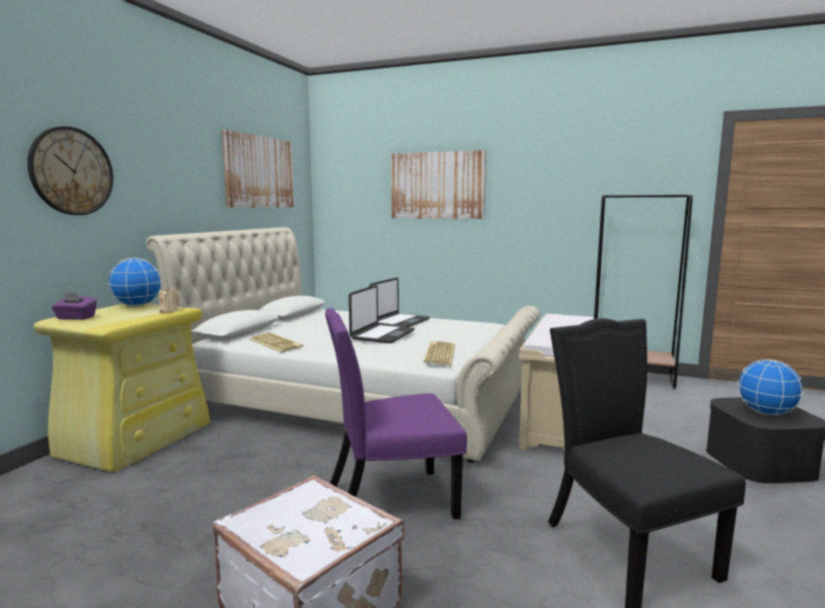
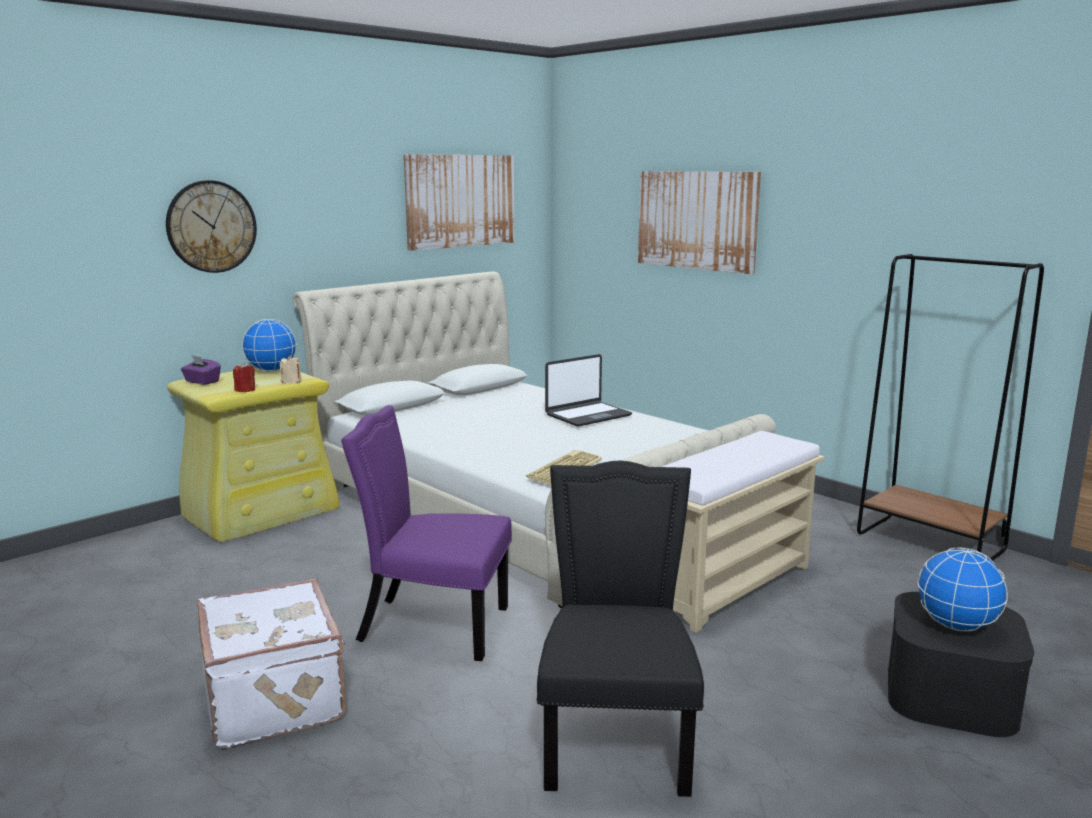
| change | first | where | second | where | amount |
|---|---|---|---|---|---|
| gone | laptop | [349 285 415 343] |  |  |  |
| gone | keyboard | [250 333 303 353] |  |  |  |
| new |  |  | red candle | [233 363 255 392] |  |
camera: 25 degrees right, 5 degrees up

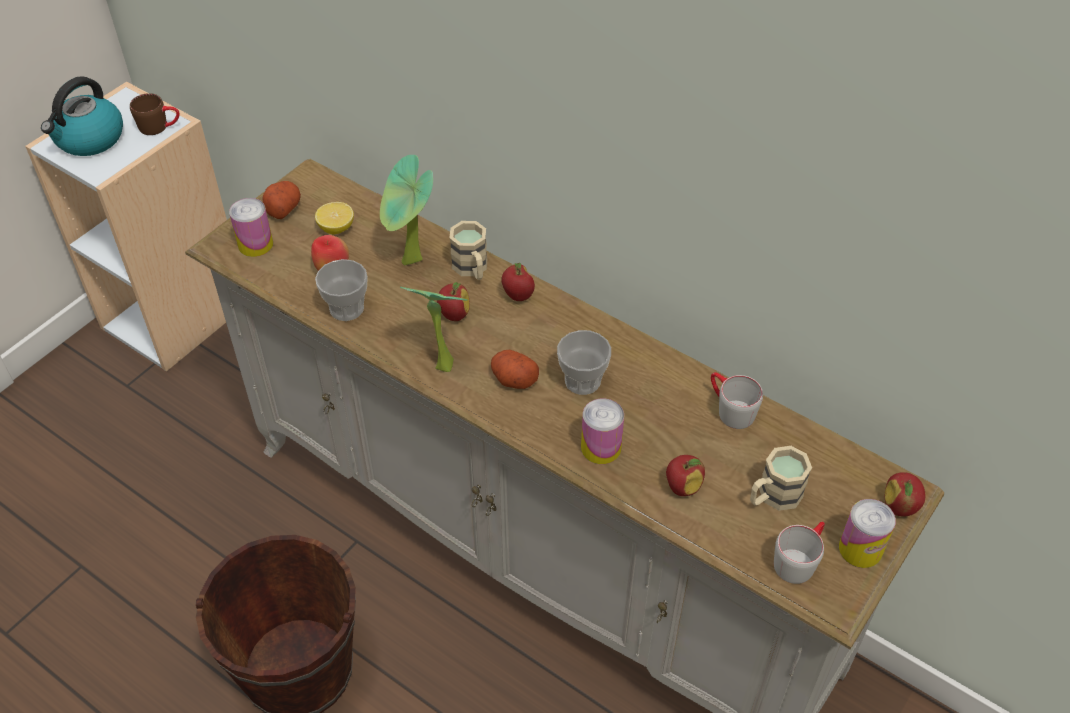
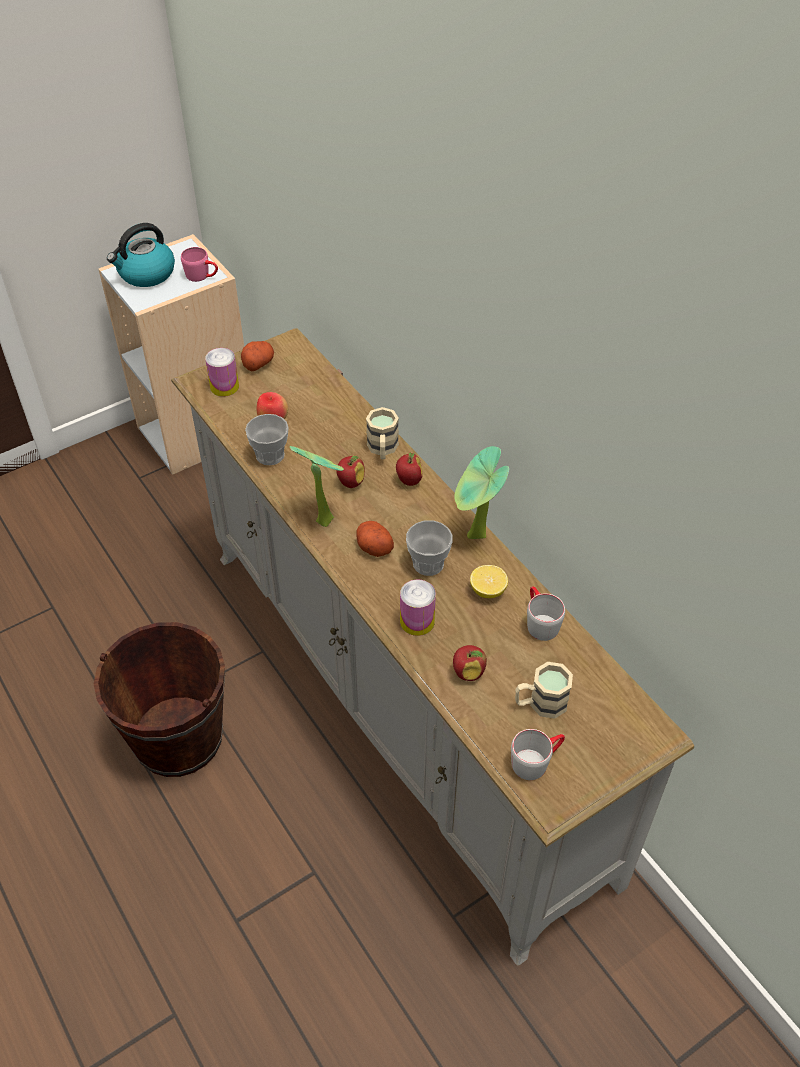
| change | first | where | second | where | amount |
|---|---|---|---|---|---|
| repainted | brown mug | [130 93 180 135] | pink mug | [181 247 218 282] |  |
| shifted | potted plant | [380 155 433 266] |  | [454 446 509 539] |  |
| shifted | lemon | [315 202 354 234] |  | [470 565 508 598] |  |
| gone | apple | [885 472 925 516] |  |  |  |
| gone | can | [839 499 896 568] |  |  |  |
camera: 20 degrees right, 0 degrees up

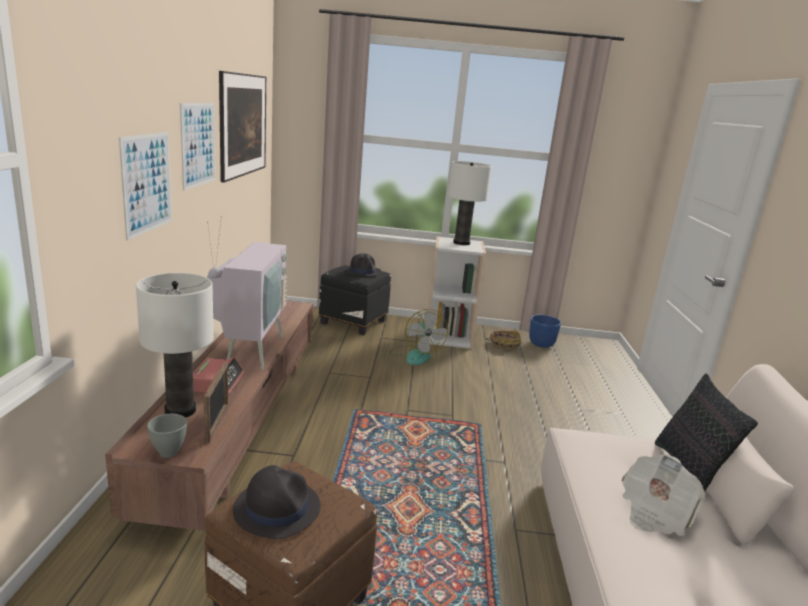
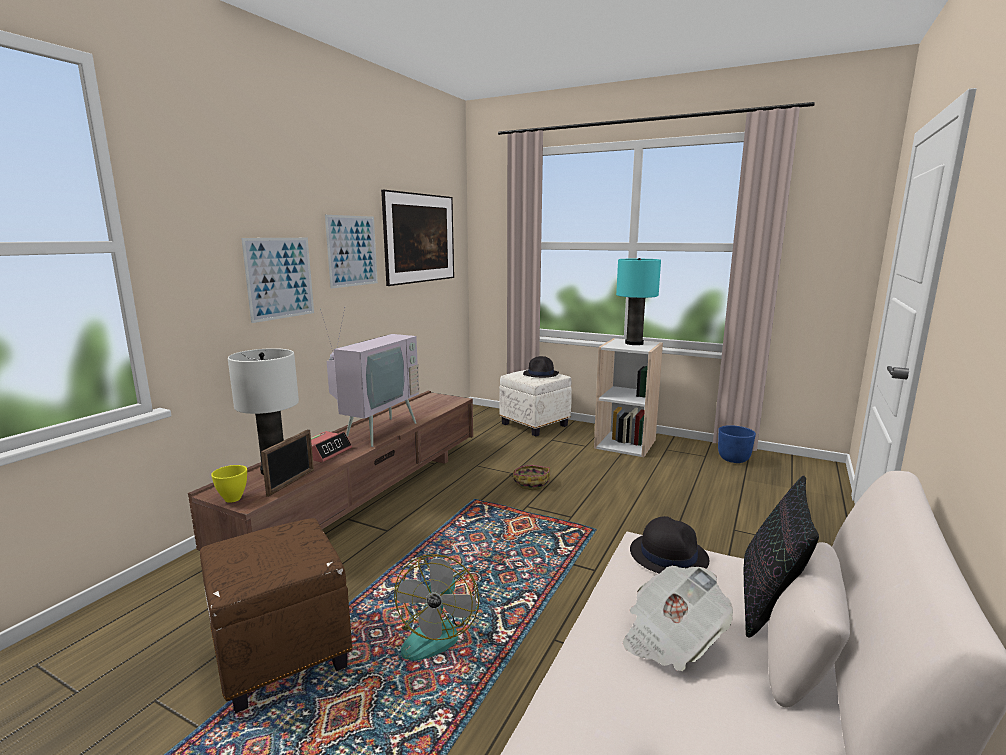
| change | first | where | second | where | amount |
|---|---|---|---|---|---|
| repainted | white table lamp | [448 161 492 245] | turquoise table lamp | [616 258 661 345] |  |
| repainted | black ottoman | [319 265 391 335] | white ottoman | [499 370 572 436] |  |
| shifted | fan | [389 309 448 365] |  | [394 554 479 661] |  |
| shifted | basket | [486 330 521 350] |  | [509 465 550 490] |  |
| repainted | grey bowl | [147 414 187 458] | yellow bowl | [211 465 247 503] |  |
| shifted | black hat | [233 465 321 539] |  | [630 516 709 573] |  |
camera: 25 degrees right, 5 degrees down

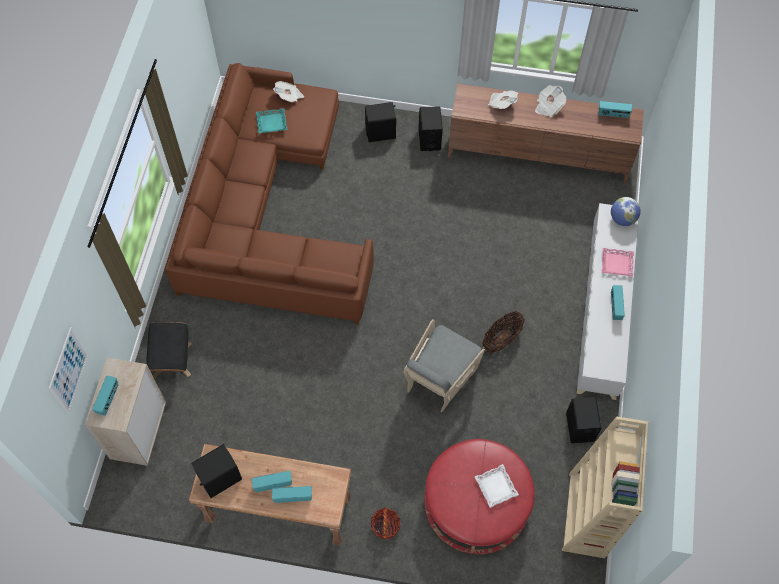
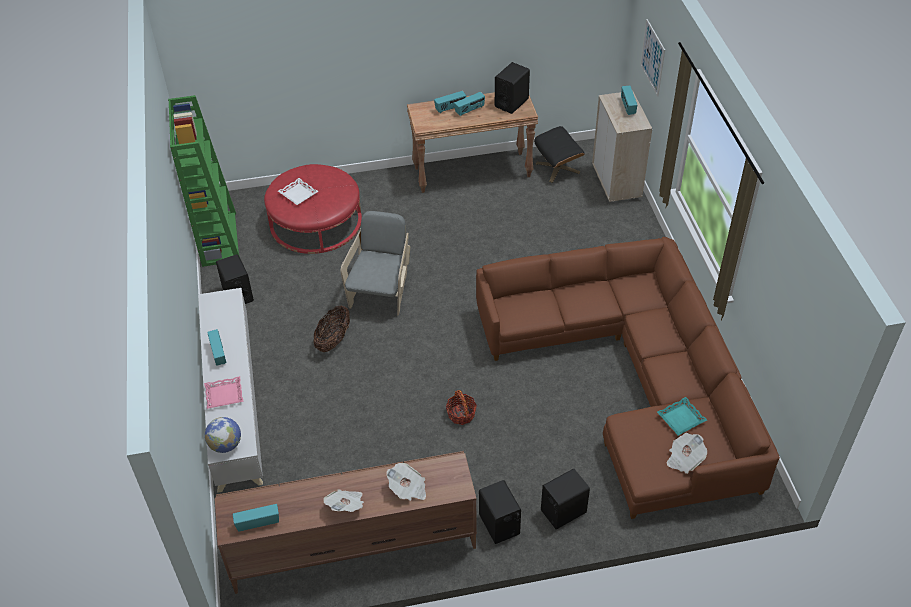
| change | first | where | second | where | amount |
|---|---|---|---|---|---|
| shifted | black ottoman | [146 322 192 378] |  | [534 126 585 183] |  |
| repainted | beige bookcase | [562 416 648 558] | green bookcase | [168 95 240 267] |  |
| shifted | basket | [371 507 401 539] |  | [446 390 477 425] |  |
camera: 160 degrees right, 15 degrees down

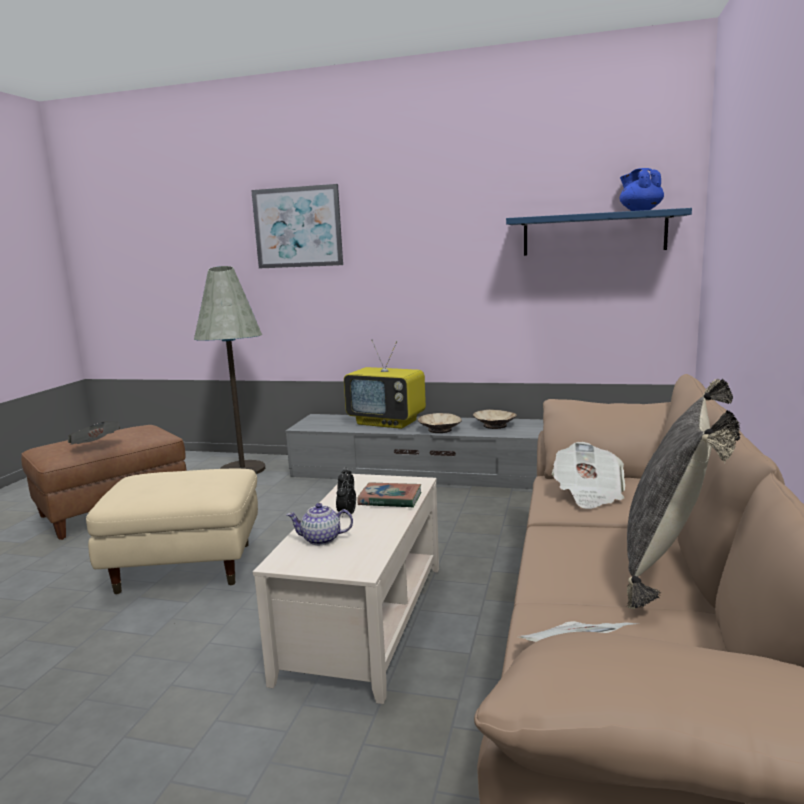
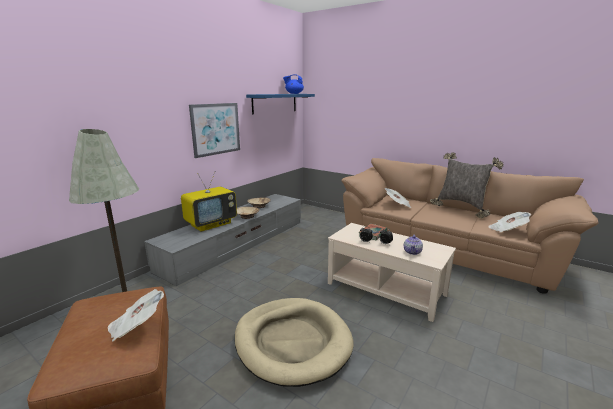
| change | first | where | second | where | amount |
|---|---|---|---|---|---|
| shifted | picture | [251 184 343 269] |  | [189 103 240 158] |  |
| swapped | beige ottoman | [86 469 258 594] | beige dog bed | [235 298 354 387] |  |
camera: 70 degrees left, 5 degrees up

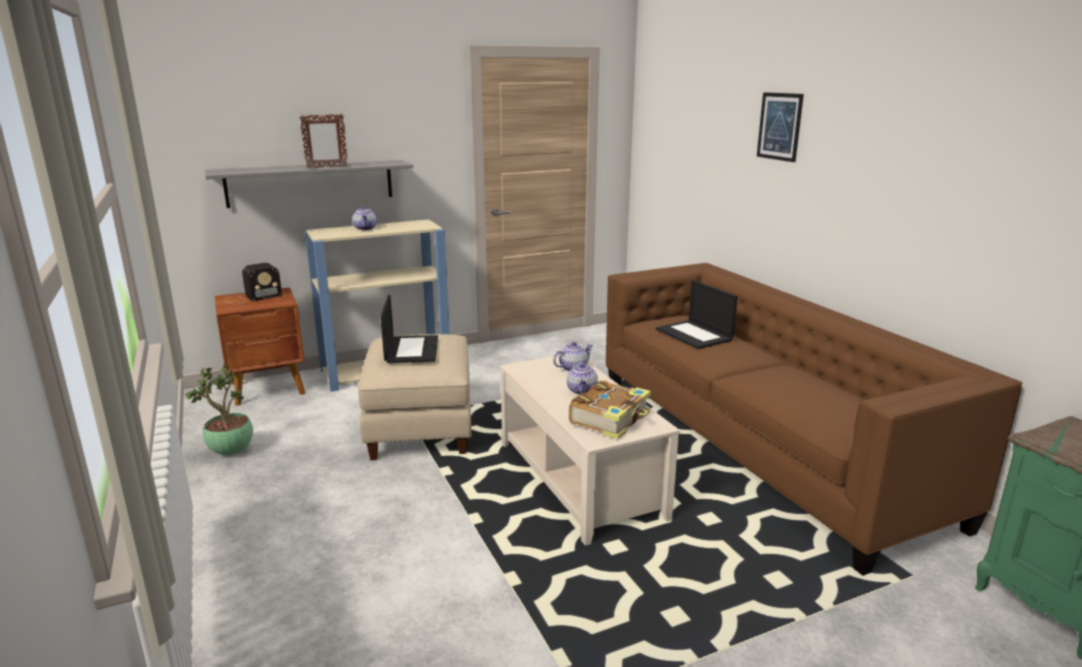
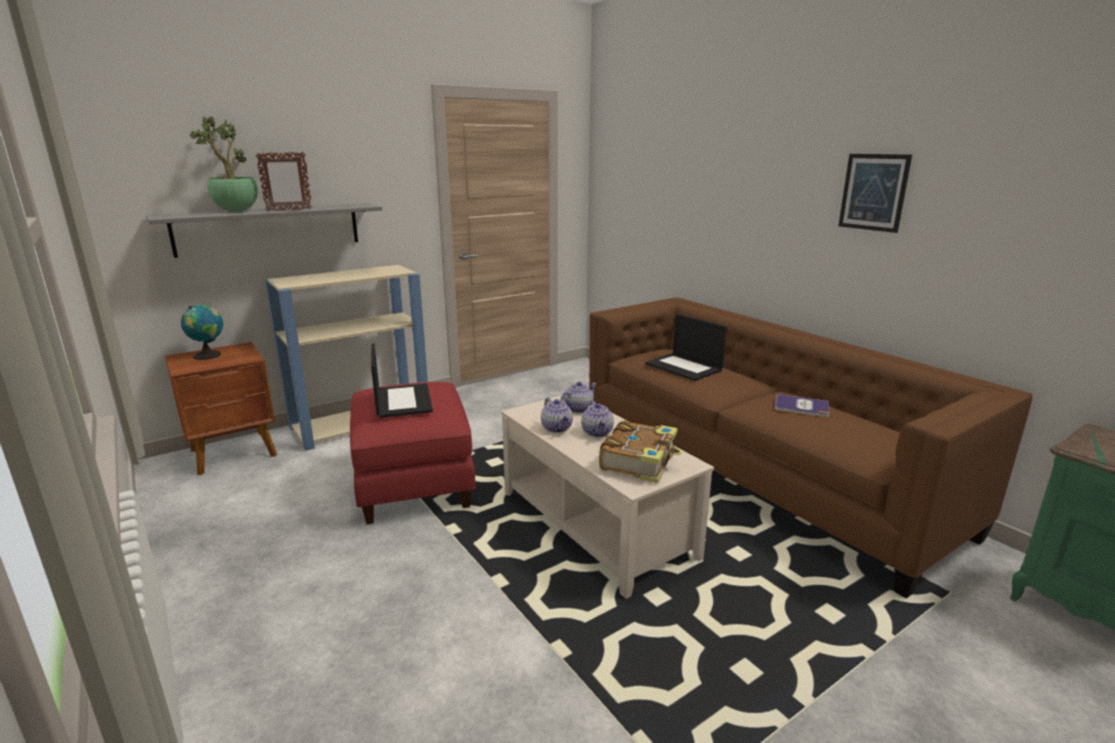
| change | first | where | second | where | amount |
|---|---|---|---|---|---|
| shifted | picture | [757 92 804 162] |  | [838 154 912 233] |  |
| shifted | teapot | [352 206 377 230] |  | [541 398 573 433] |  |
| swapped | radio | [225 263 282 304] | globe | [181 305 223 360] |  |
| repainted | beige ottoman | [358 334 472 460] | red ottoman | [350 382 476 524] |  |
| shifted | potted plant | [185 364 253 455] |  | [190 116 258 212] |  |
| new |  |  | book | [775 394 829 417] |  |
camera: 10 degrees left, 0 degrees up

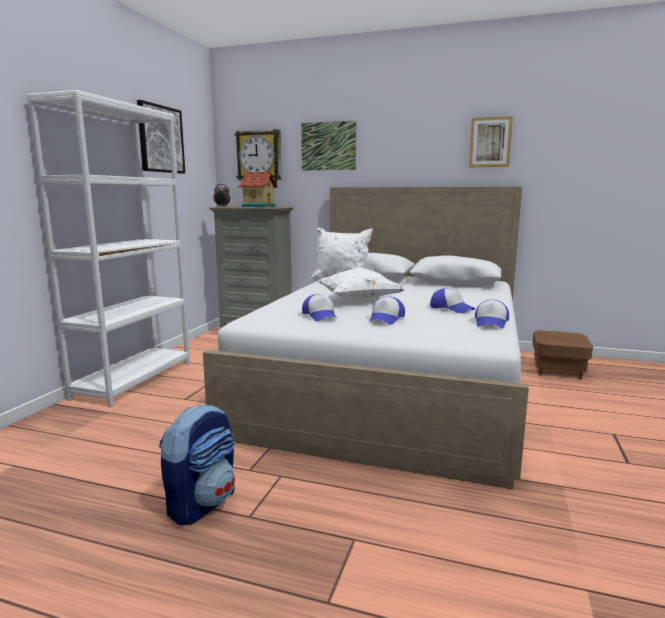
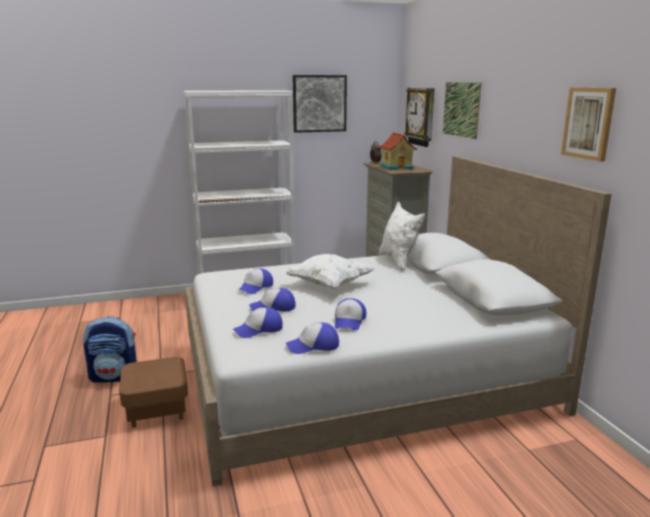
| change | first | where | second | where | amount |
|---|---|---|---|---|---|
| shifted | brown ottoman | [532 330 593 379] |  | [119 357 188 428] |  |
| new |  |  | cap | [233 307 283 338] |  |
camera: 55 degrees right, 5 degrees up

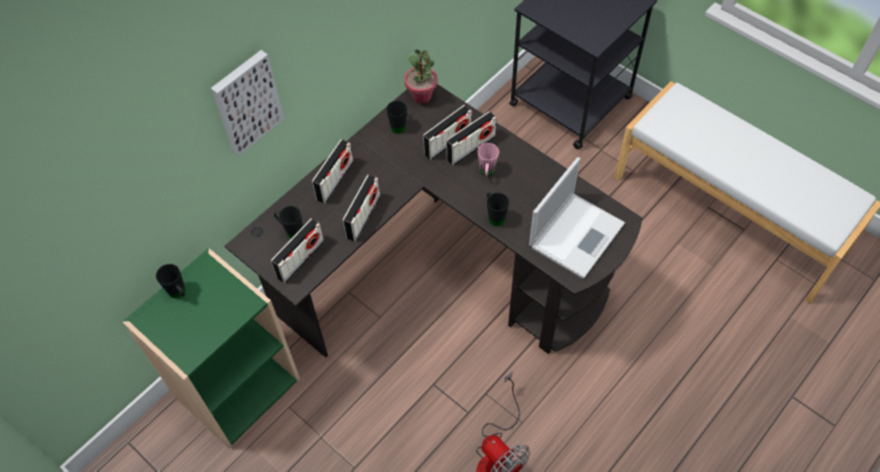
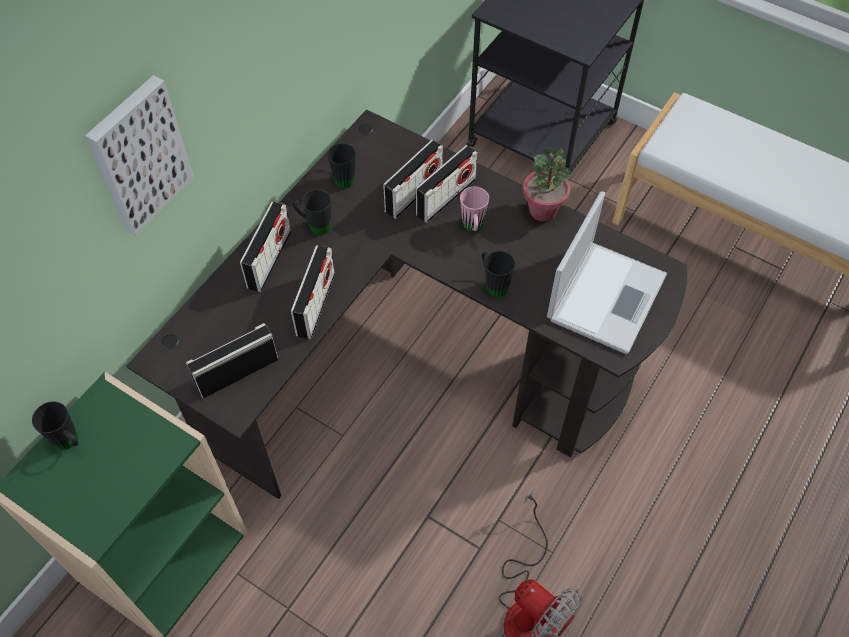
| change | first | where | second | where | amount |
|---|---|---|---|---|---|
| shifted | potted plant | [404 49 438 104] |  | [523 147 571 222] |  |
| shifted | black mug | [274 206 303 238] |  | [293 189 331 235] |  |
| rotated | radio | [271 218 324 283] |  | [186 323 278 398] | 150 degrees counterclockwise |
camera: 10 degrees left, 0 degrees up

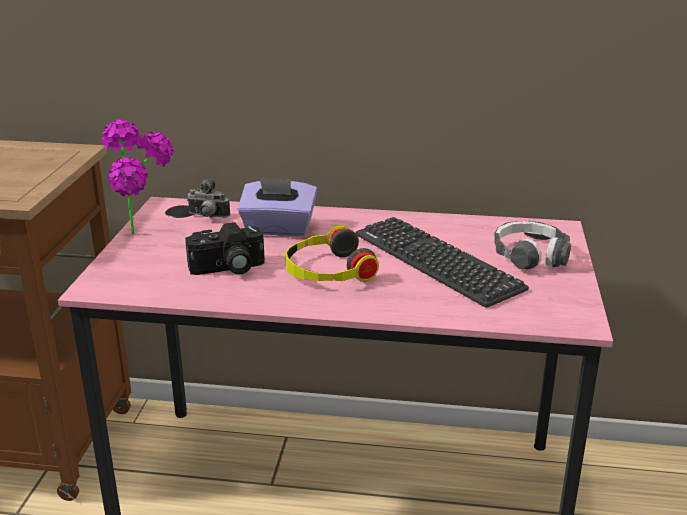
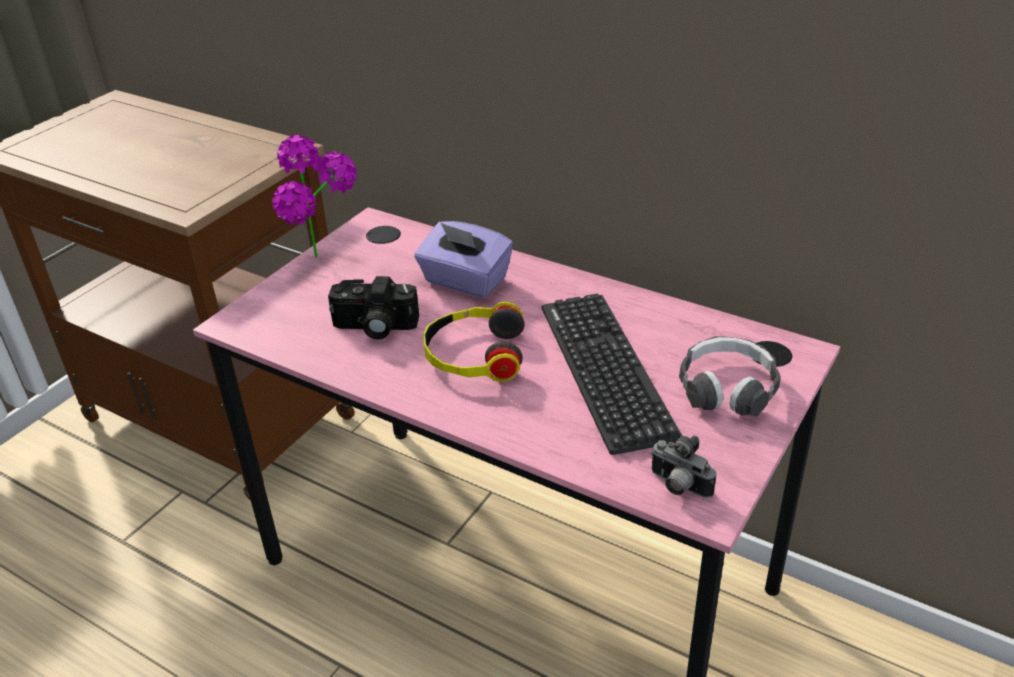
| change | first | where | second | where | amount |
|---|---|---|---|---|---|
| shifted | photo camera | [187 179 230 218] |  | [650 435 716 498] |  |
camera: 25 degrees right, 10 degrees up

